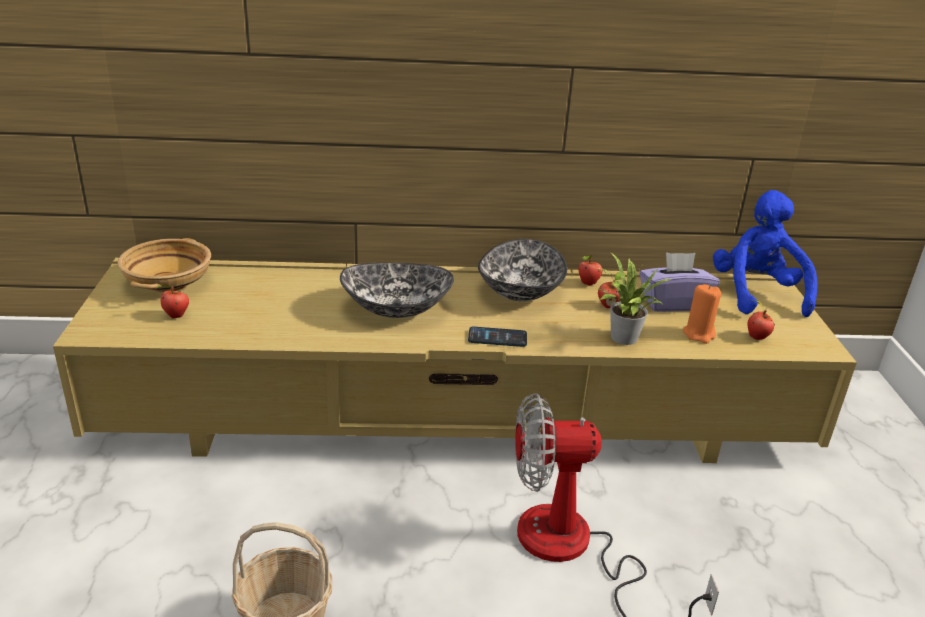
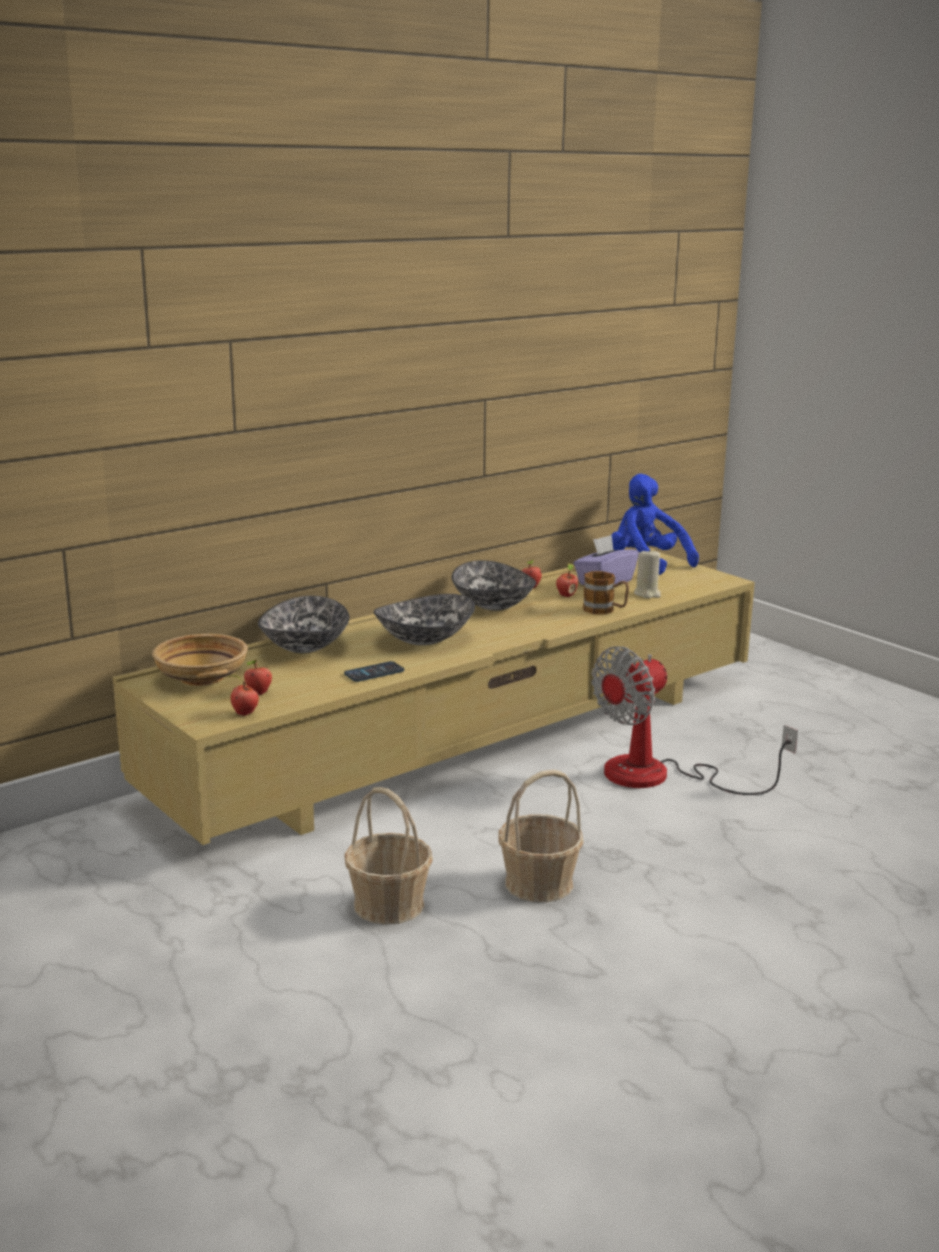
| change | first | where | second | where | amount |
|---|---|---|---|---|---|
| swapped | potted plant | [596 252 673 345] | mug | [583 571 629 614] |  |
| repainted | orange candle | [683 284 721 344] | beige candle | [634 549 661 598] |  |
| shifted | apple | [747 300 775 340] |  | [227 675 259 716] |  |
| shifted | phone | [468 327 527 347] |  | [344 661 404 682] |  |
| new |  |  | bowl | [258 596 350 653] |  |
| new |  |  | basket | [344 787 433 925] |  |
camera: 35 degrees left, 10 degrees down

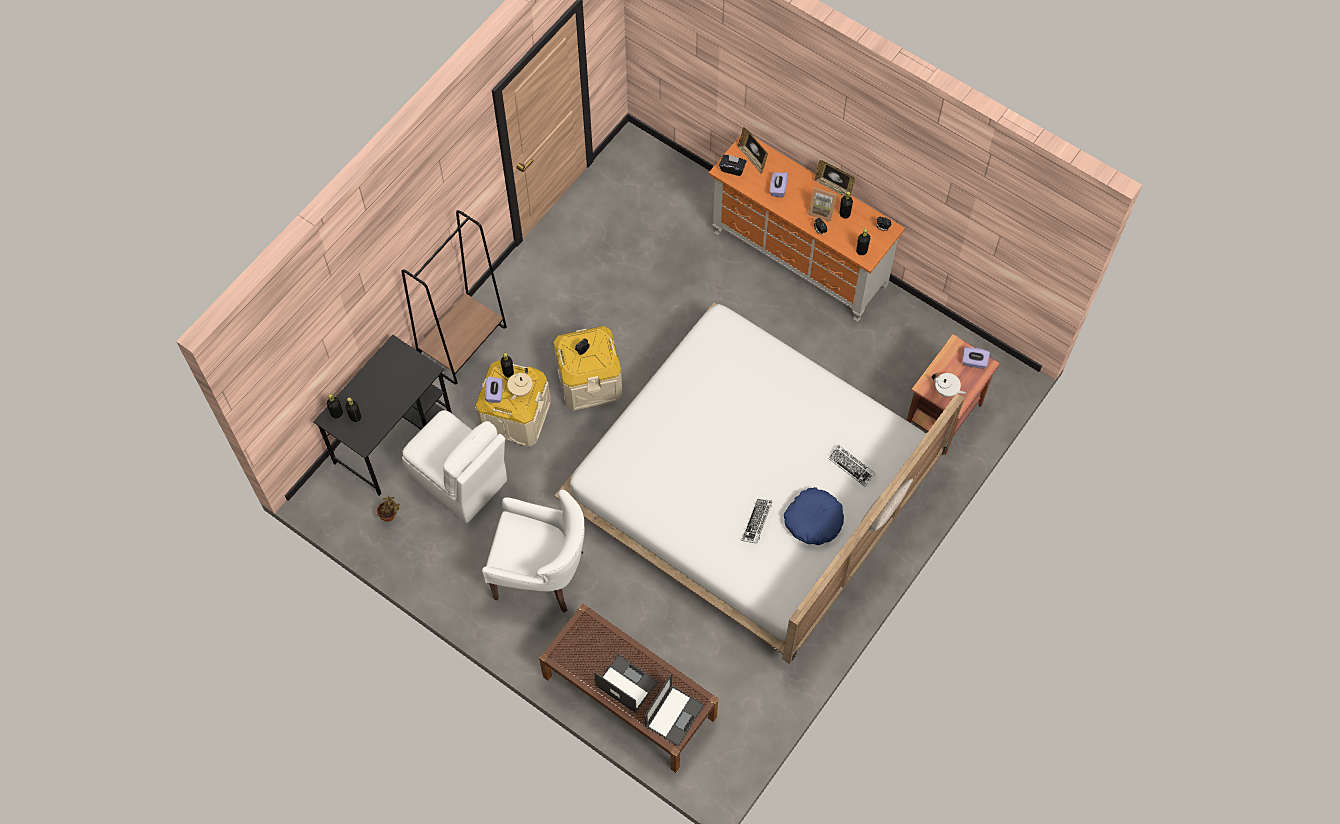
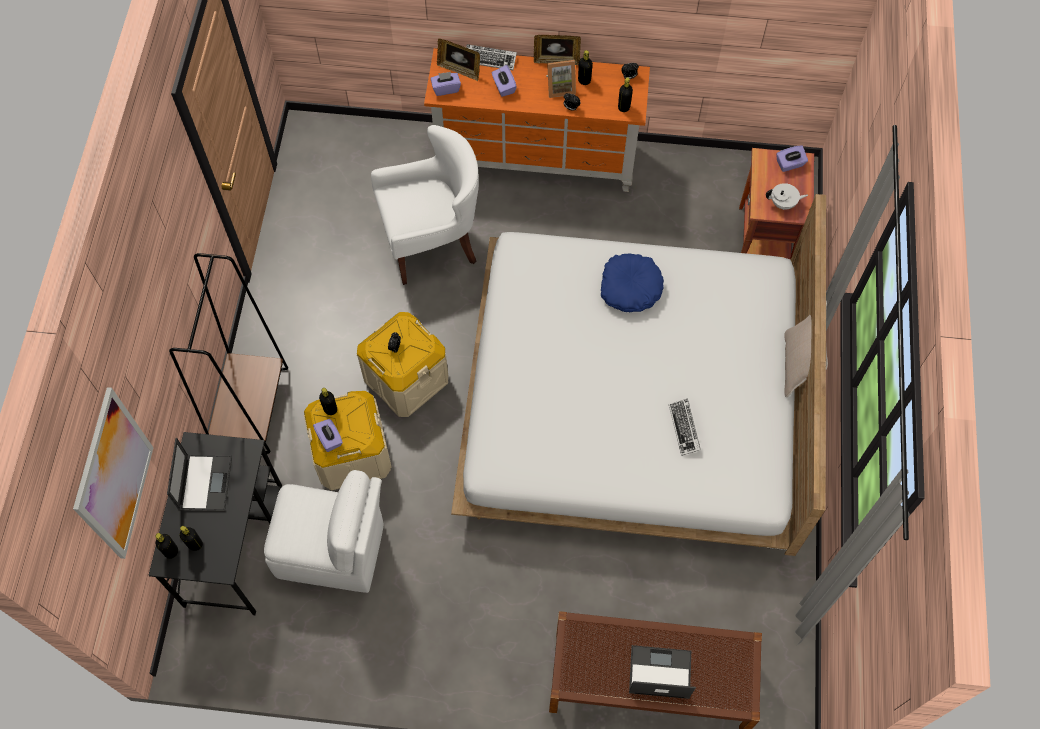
| change | first | where | second | where | amount |
|---|---|---|---|---|---|
| repainted | black tissue box | [719 155 746 176] | purple tissue box | [431 72 461 96] |  |
| gone | beige teapot | [507 368 532 400] |  |  |  |
| shifted | keyboard | [828 445 876 487] |  | [466 44 517 70] |  |
| shifted | blue pillow | [784 487 844 545] |  | [601 254 664 312] |  |
| shifted | white armchair | [482 490 585 613] |  | [371 125 479 285] |  |
| gone | potted plant | [377 496 400 522] |  |  |  |
| shifted | laptop | [645 674 704 747] |  | [167 438 232 511] |  |
| new |  |  | picture | [73 387 154 559] |  |
camera: 30 degrees left, 0 degrees up

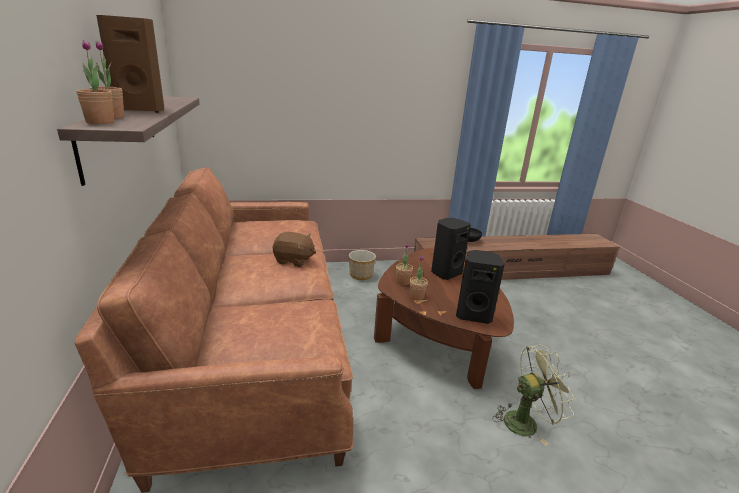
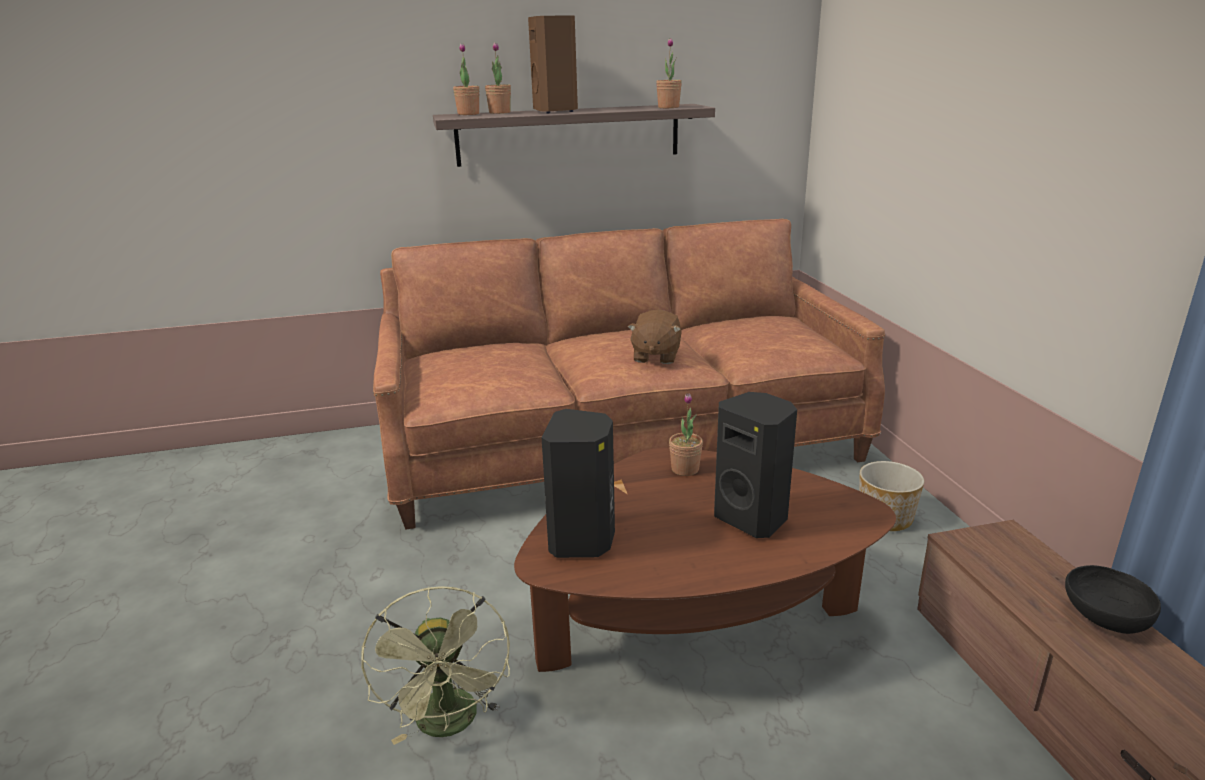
| change | first | where | second | where | amount |
|---|---|---|---|---|---|
| shifted | potted plant | [409 256 428 300] |  | [656 38 682 108] |  |
camera: 90 degrees right, 0 degrees up

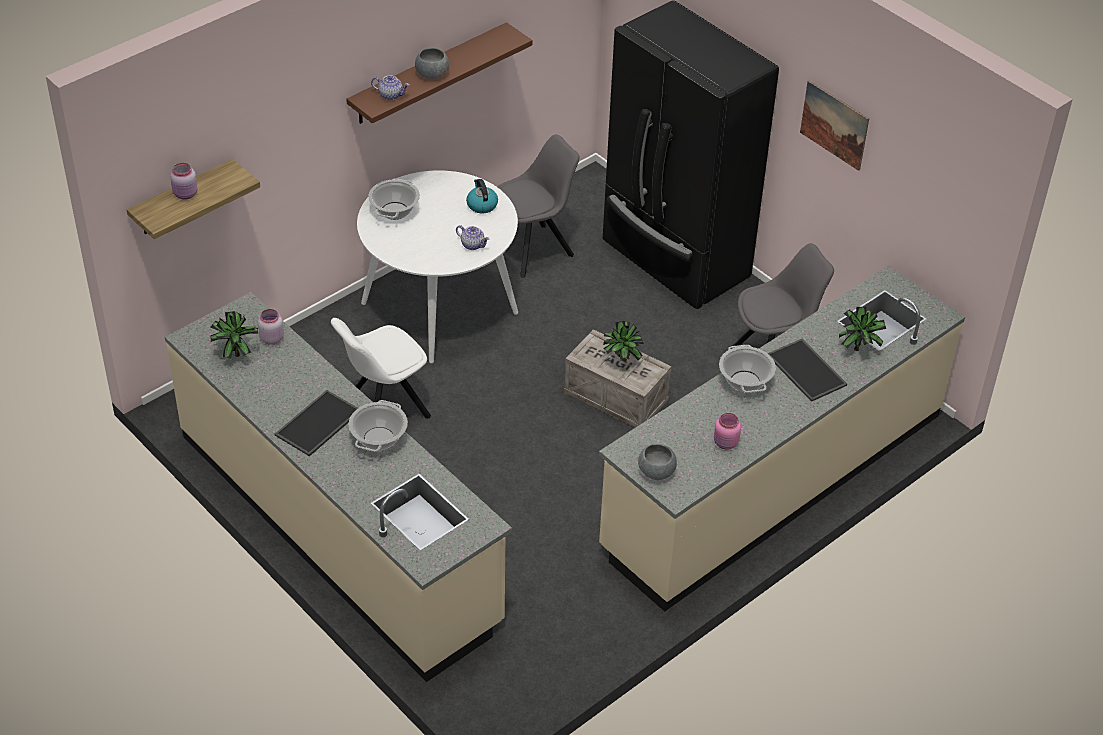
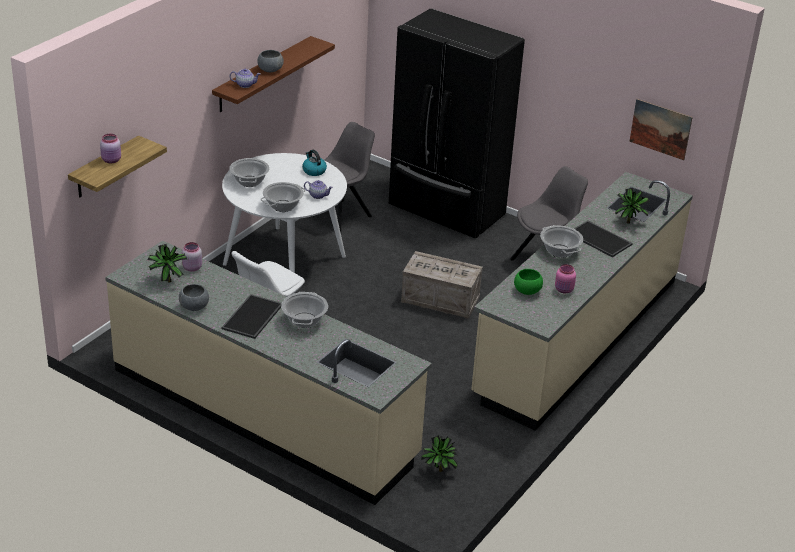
| change | first | where | second | where | amount |
|---|---|---|---|---|---|
| shifted | picture | [800 81 869 171] |  | [629 99 693 160] |  |
| shifted | potted plant | [603 321 644 362] |  | [421 435 458 472] |  |
| shifted | grey bowl | [638 444 677 480] |  | [179 284 209 311] |  |
| new |  |  | cooking pot | [260 182 306 212] |  |
| new |  |  | green bowl | [514 269 543 295] |  |
camera: 15 degrees left, 10 degrees down

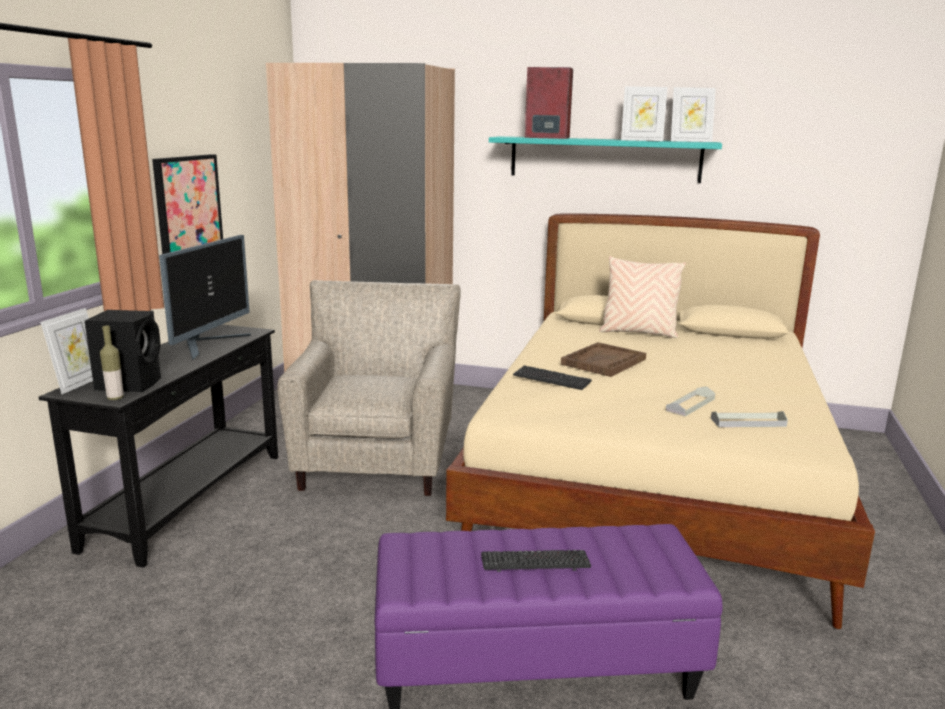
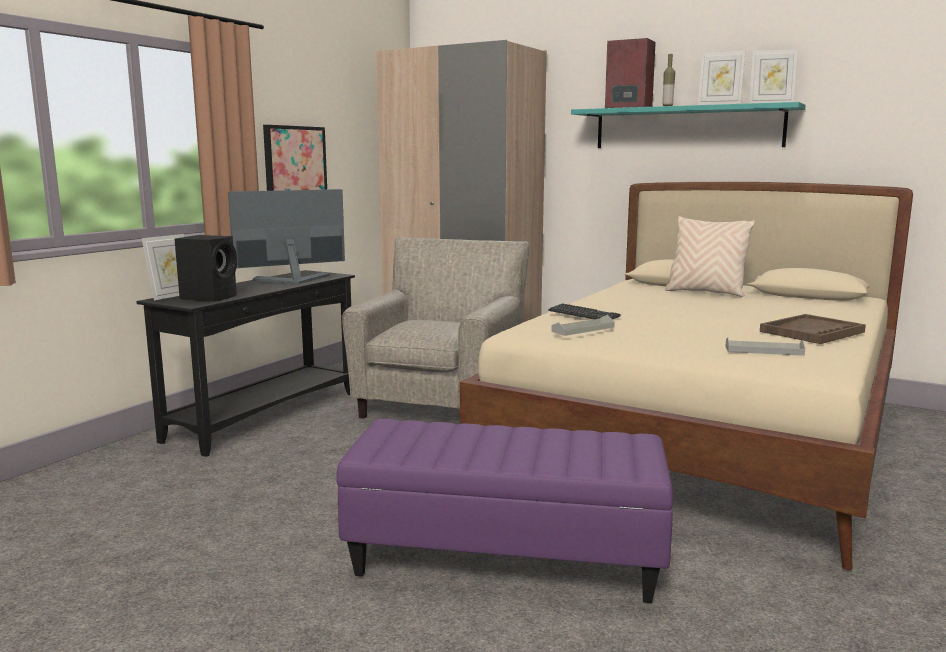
| change | first | where | second | where | amount |
|---|---|---|---|---|---|
| rotated | monitor | [159 235 251 360] |  | [228 189 345 284] | 150 degrees counterclockwise |
| shifted | bottle | [100 326 124 400] |  | [663 54 675 106] |  |
| shifted | brown tray | [561 342 646 377] |  | [760 314 866 344] |  |
| shifted | grey tray | [666 386 715 417] |  | [551 315 615 336] |  |
| gone | keyboard | [481 550 591 572] |  |  |  |
camera: 15 degrees right, 5 degrees down

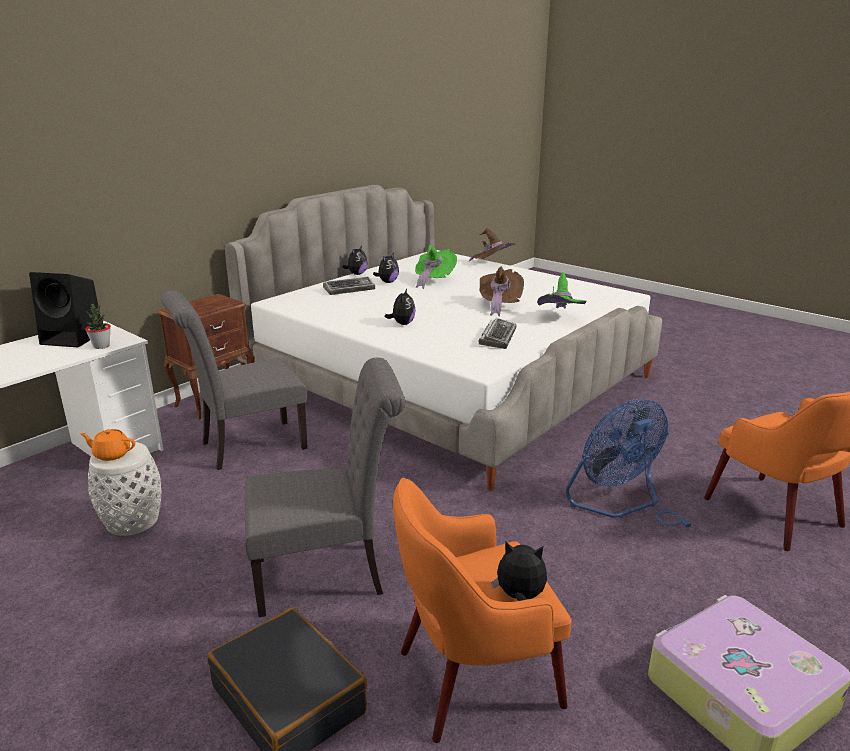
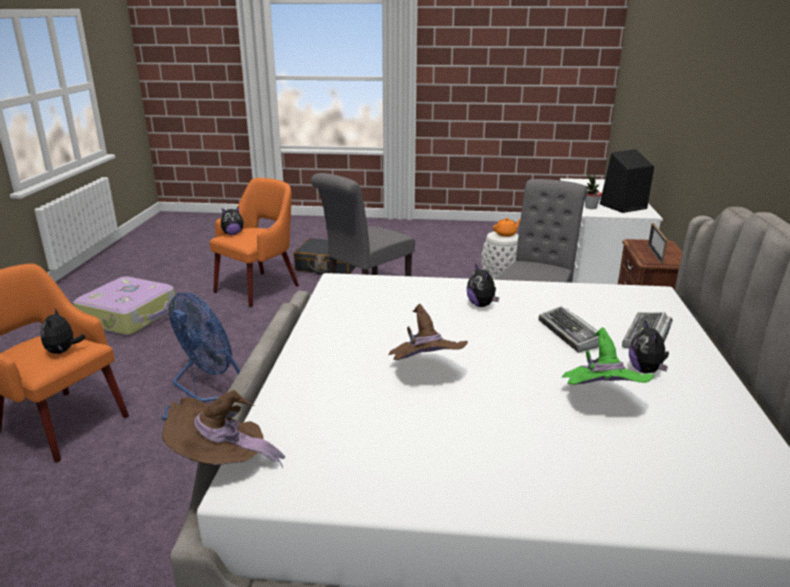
| change | first | where | second | where | amount |
|---|---|---|---|---|---|
| shifted | brown hat | [469 228 516 261] |  | [162 390 285 468] |  |
| shifted | plush toy | [343 246 367 275] |  | [40 308 85 354] |  |
| gone | green hat | [537 272 586 308] |  |  |  |
| shifted | keyboard | [479 318 517 349] |  | [539 306 599 353] |  |
| rotated | blue fan | [566 399 691 528] |  | [160 293 240 420] | 75 degrees counterclockwise |
| new |  |  | picture frame | [648 223 668 264] |  |
camera: 145 degrees right, 0 degrees up

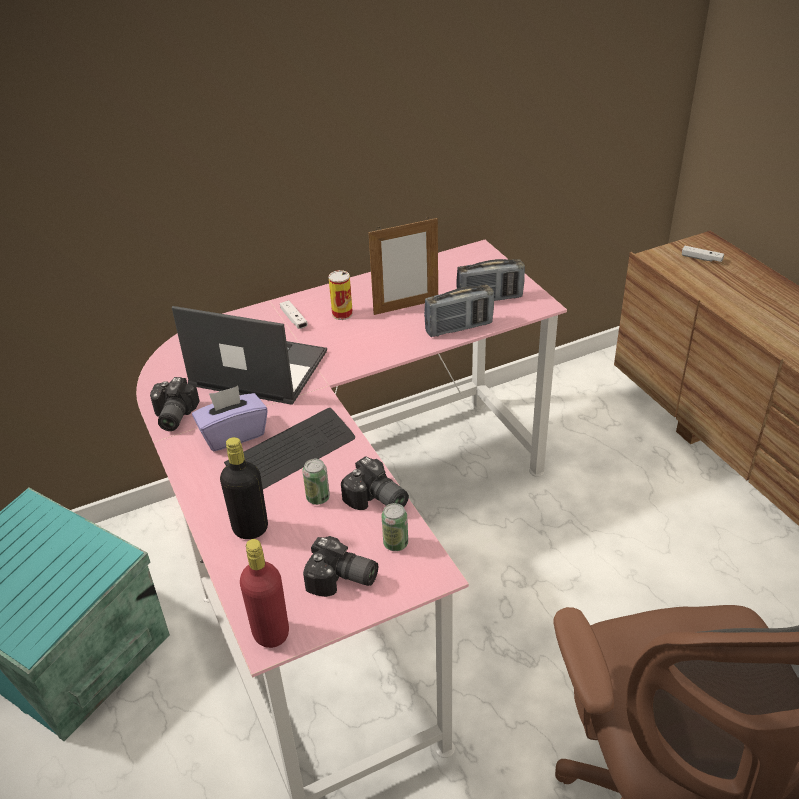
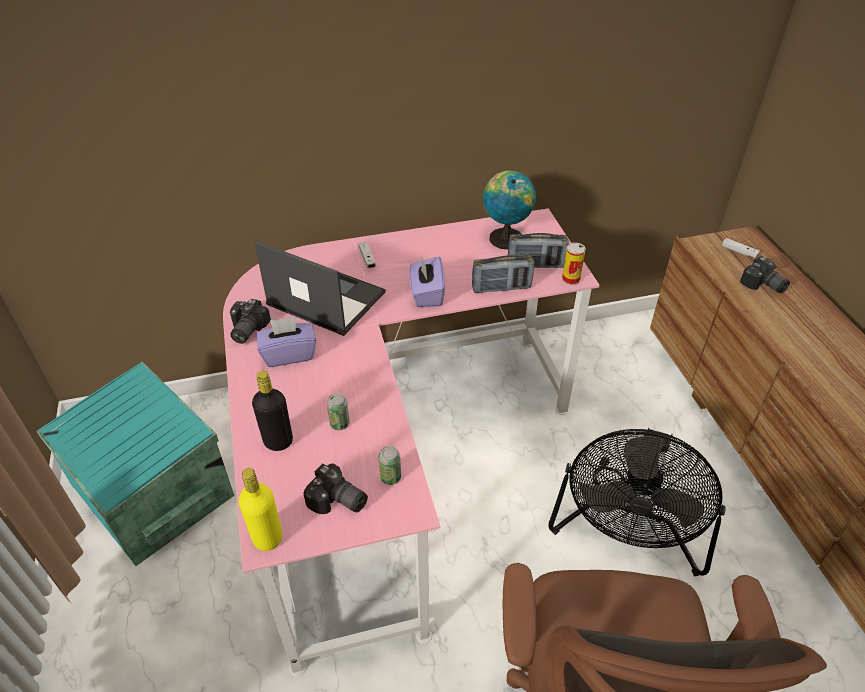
| change | first | where | second | where | amount |
|---|---|---|---|---|---|
| gone | picture frame | [368 217 438 315] |  |  |  |
| shifted | can | [328 270 353 320] |  | [562 242 586 285] |  |
| gone | keyboard | [224 408 355 489] |  |  |  |
| shifted | photo camera | [341 456 409 510] |  | [740 256 790 293] |  |
| repainted | red bottle | [240 539 289 648] | yellow bottle | [239 468 282 551] |  |
| new |  |  | globe | [483 170 536 249] |  |
| new |  |  | purple tissue box | [410 257 445 307] |  |
| new |  |  | black fan | [548 428 726 576] |  |
camera: 10 degrees right, 5 degrees up

